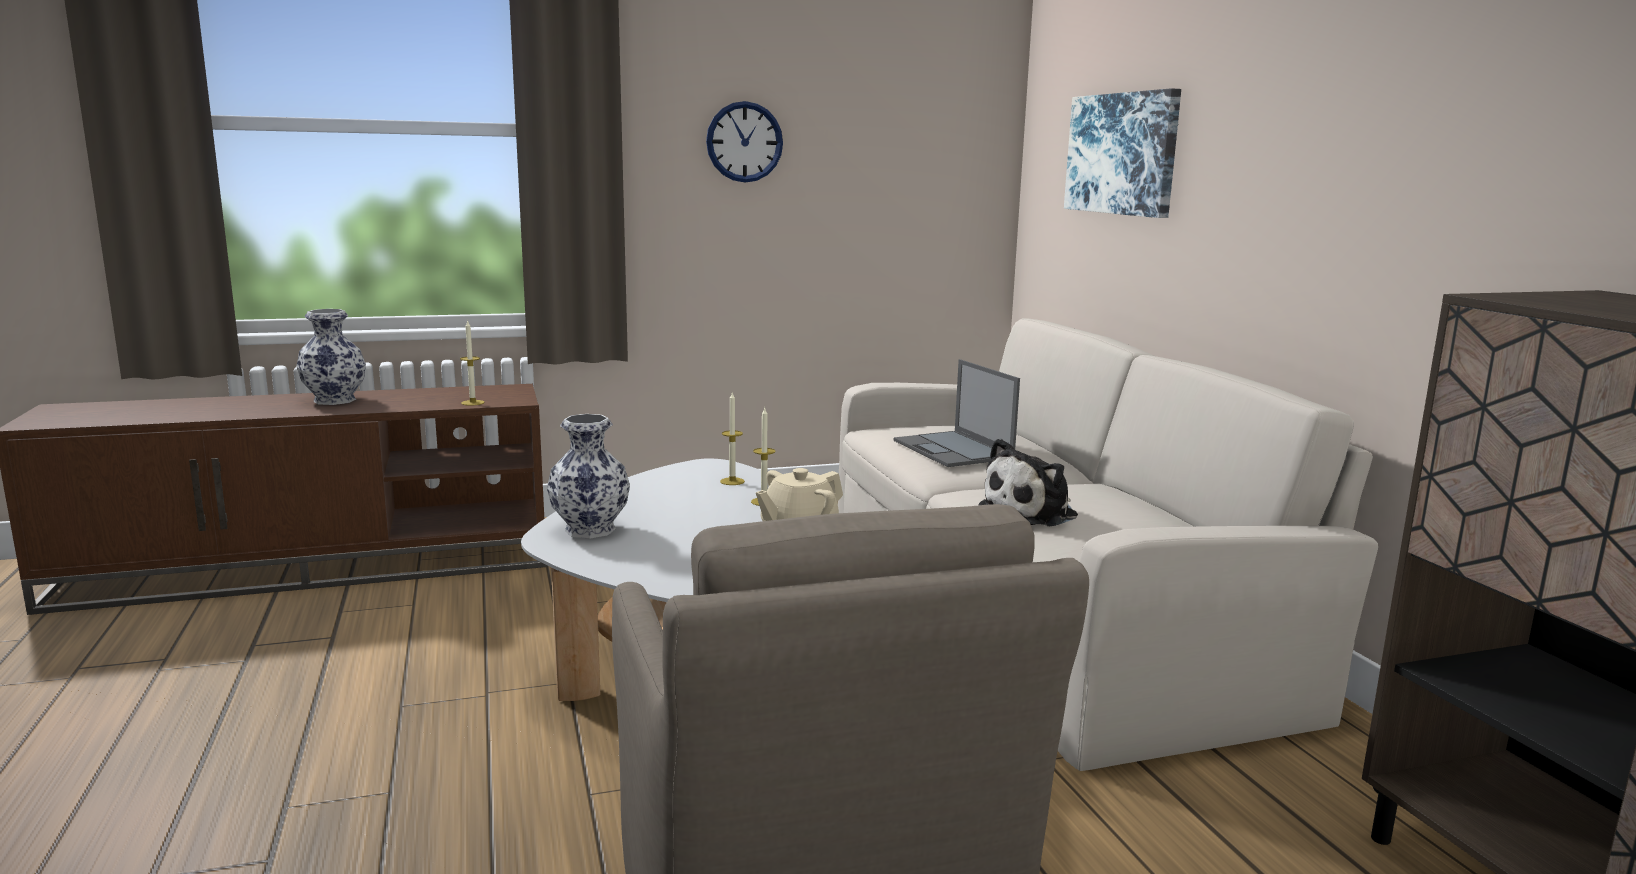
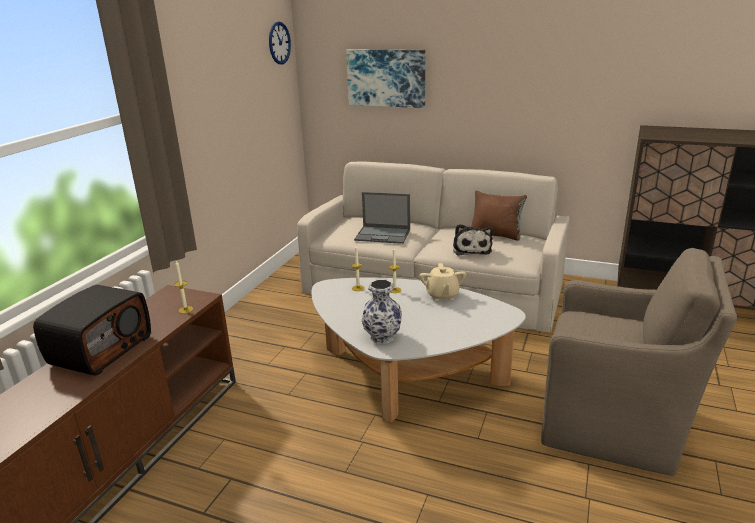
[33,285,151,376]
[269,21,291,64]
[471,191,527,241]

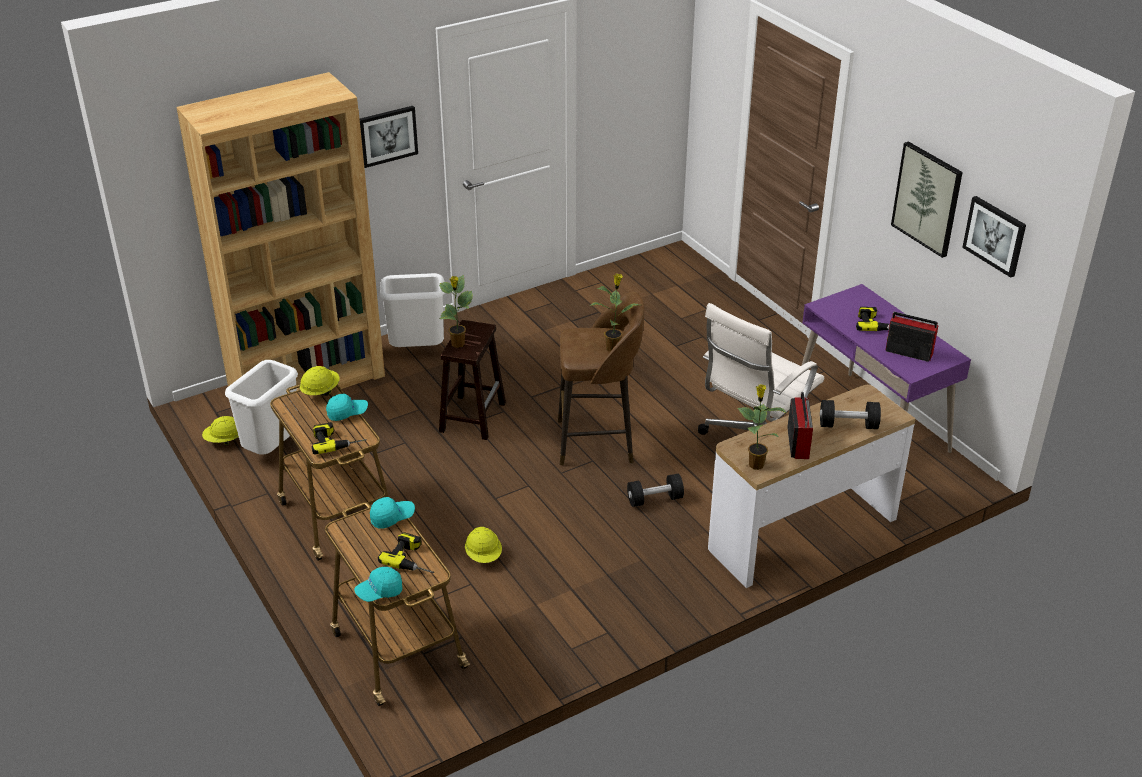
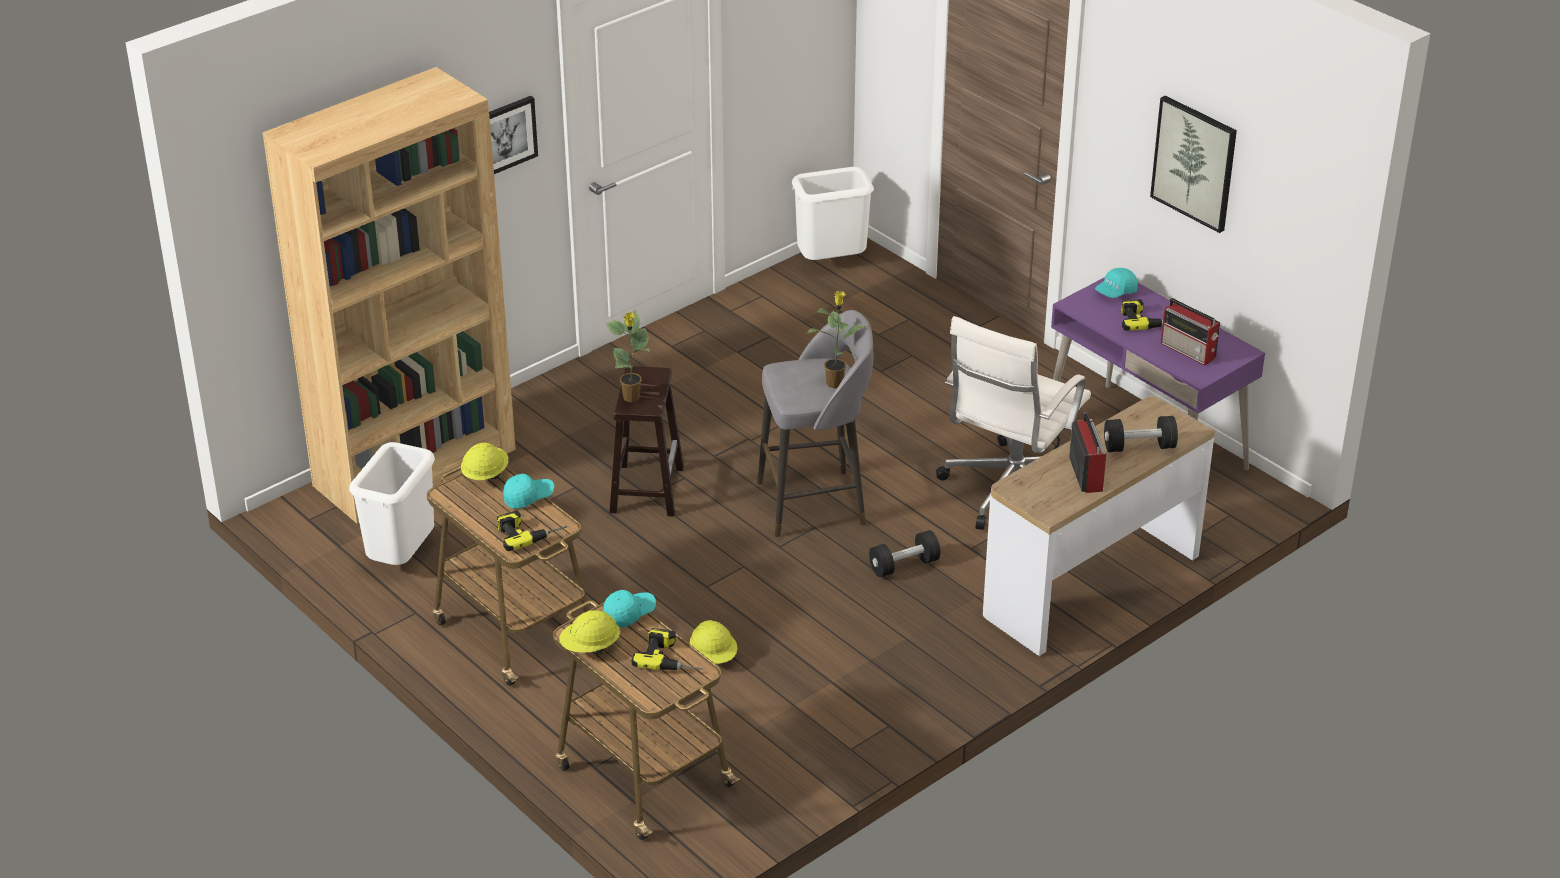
[559,610,620,655]
[1095,268,1137,298]
[792,167,874,260]
[757,310,873,537]
[738,384,787,470] (first image)
[1161,298,1220,366]
[962,196,1026,278] (first image)

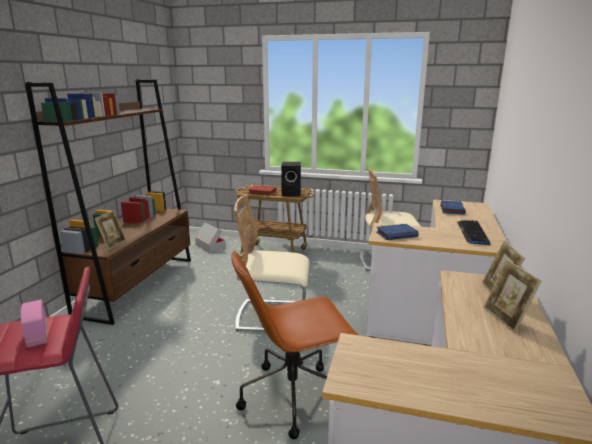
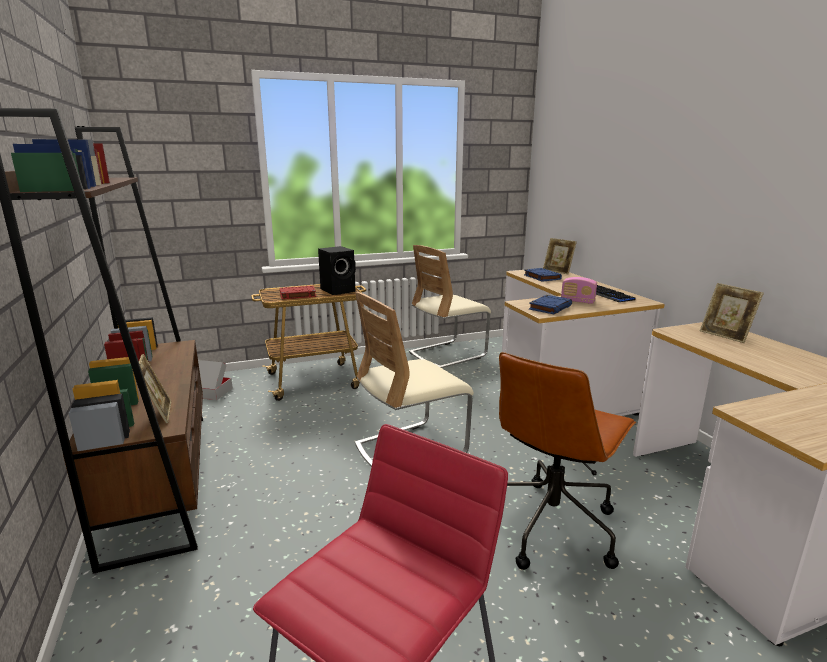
[561,277,597,304]
[543,238,577,274]

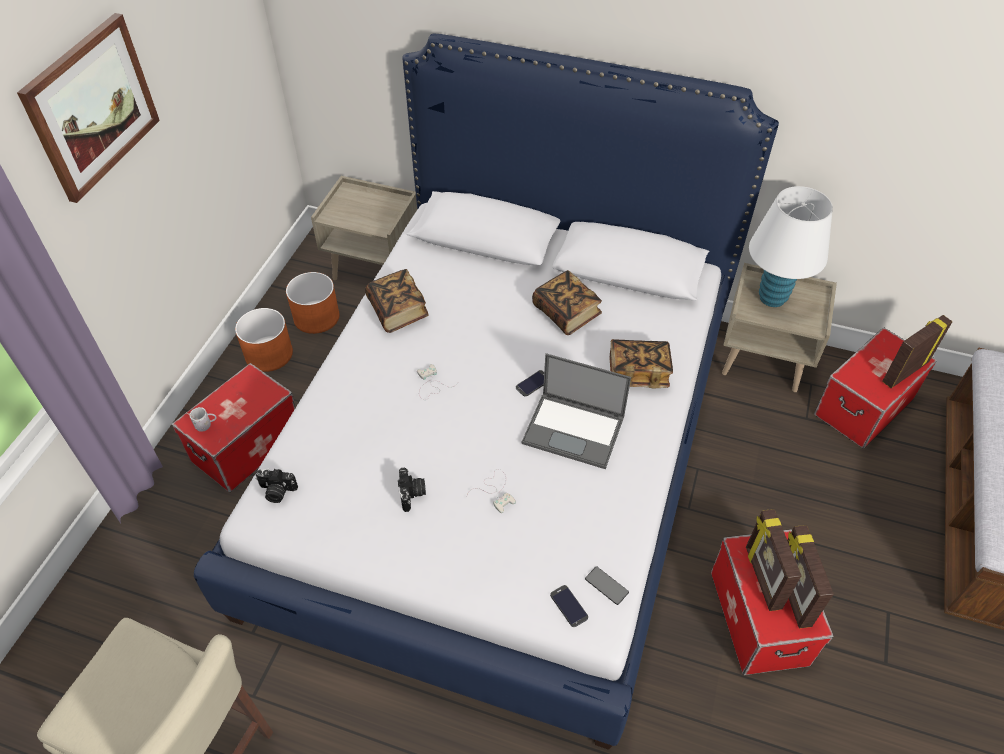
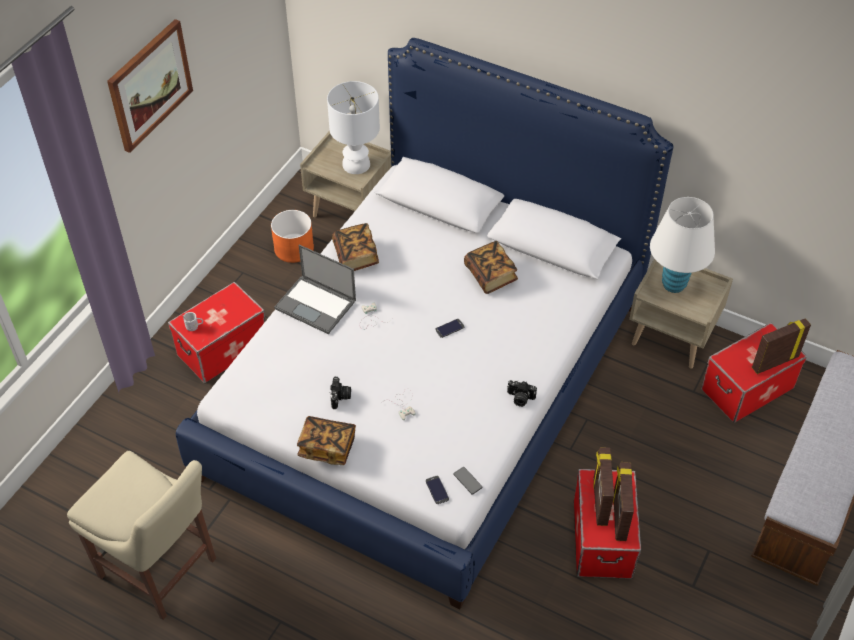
[235,308,293,372] (first image)
[507,380,537,407]
[274,245,356,334]
[297,416,356,465]
[327,81,380,174]

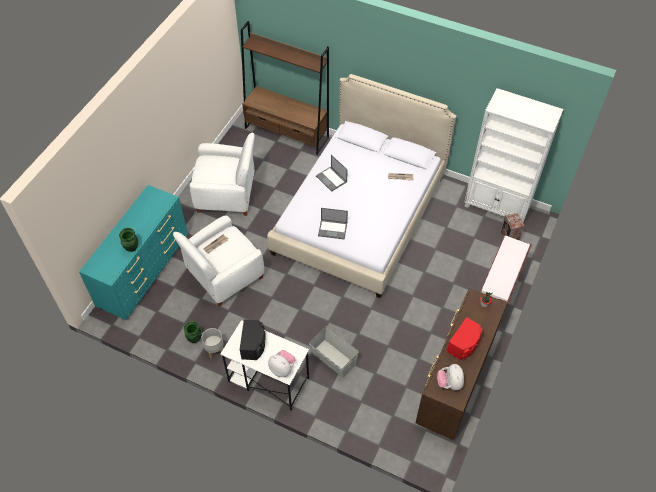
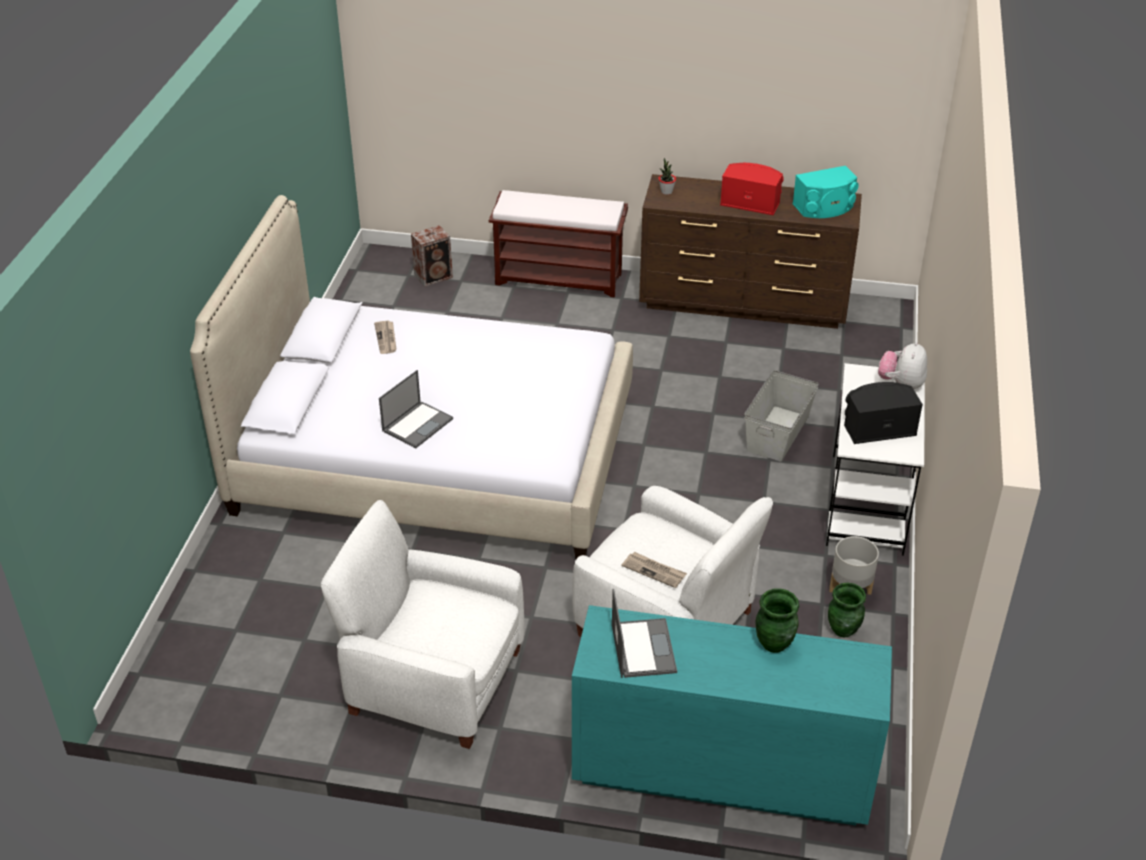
[320,500,525,749]
[241,21,329,155] (first image)
[612,589,677,678]
[793,166,859,218]
[464,88,563,222] (first image)

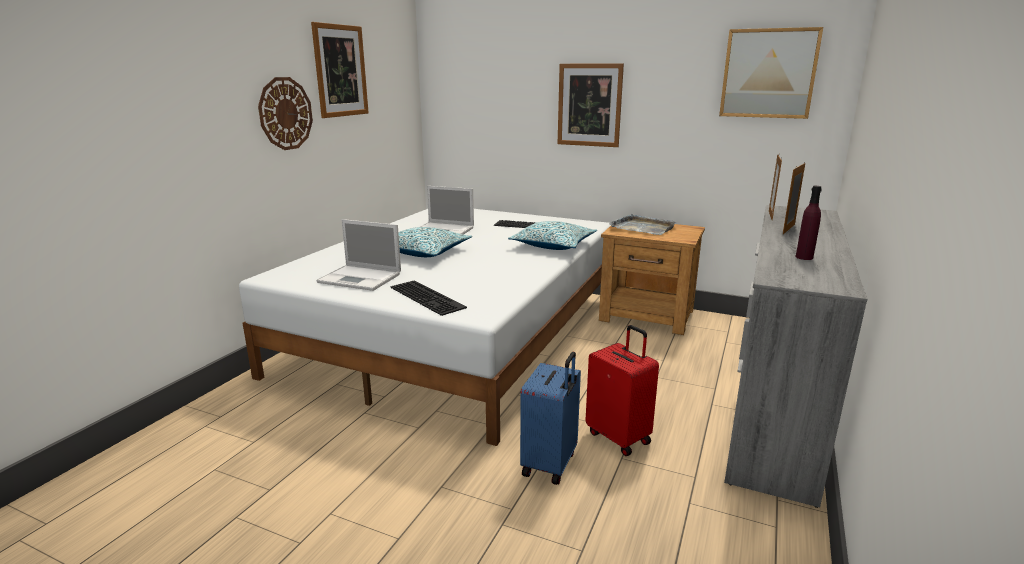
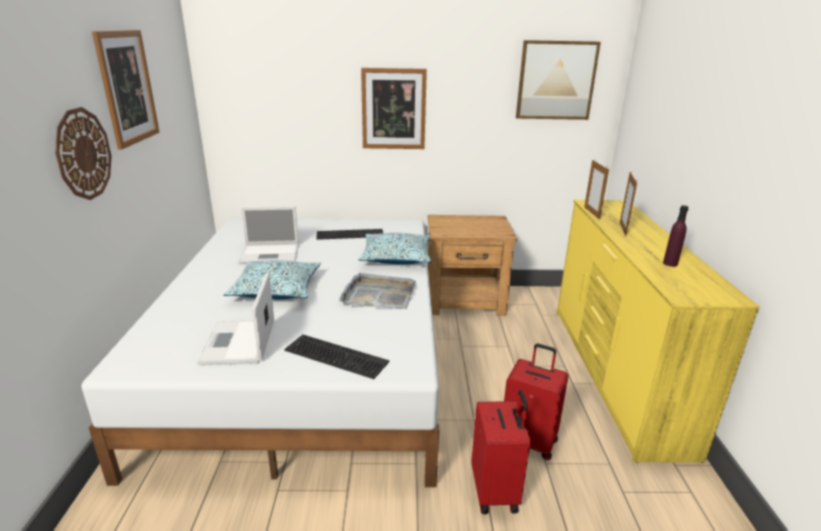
[197,273,274,365]
[471,390,530,514]
[339,273,416,309]
[557,200,760,463]

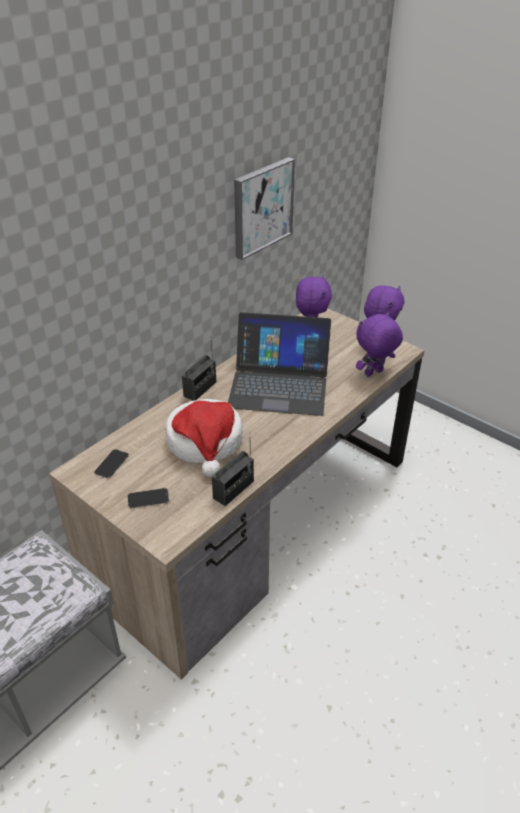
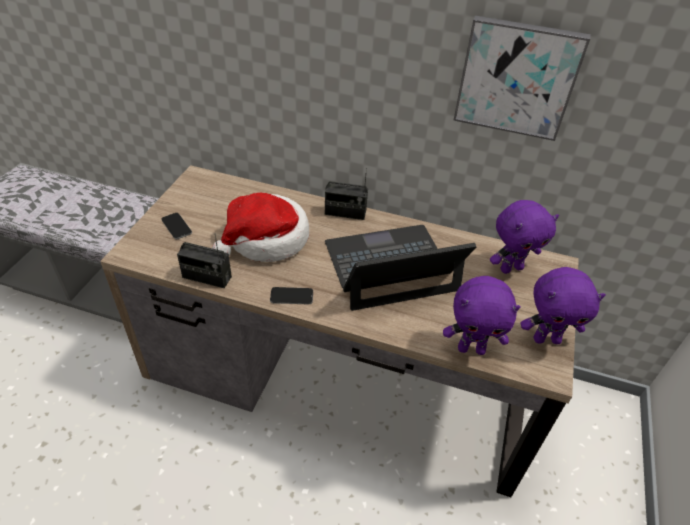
[270,287,313,304]
[325,225,476,311]
[443,276,521,355]

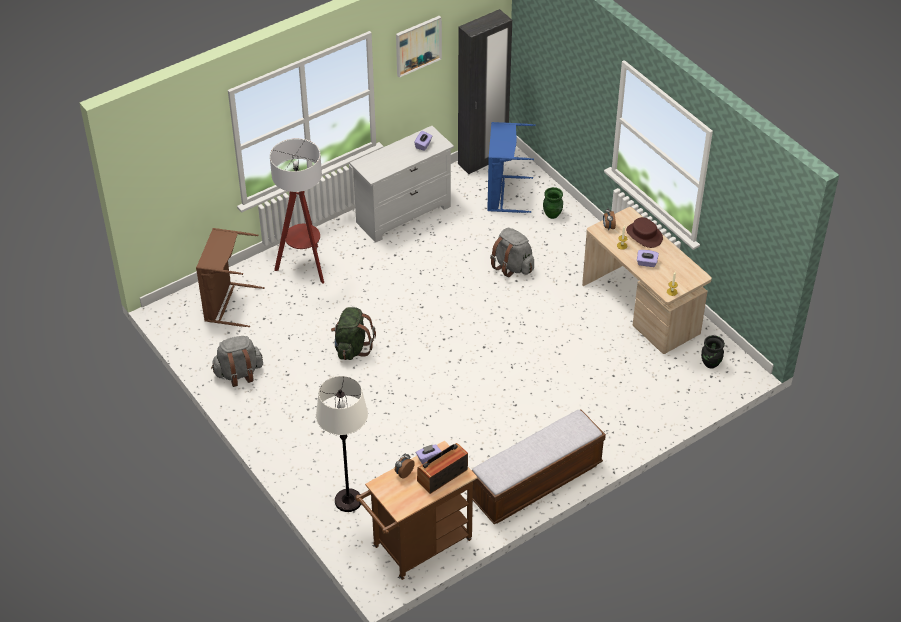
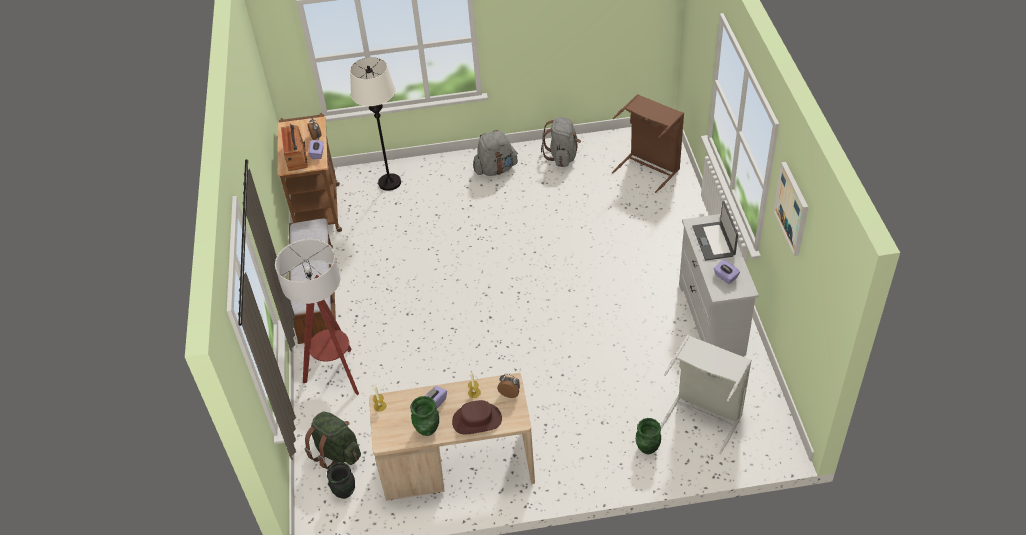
[275,239,359,395]
[305,411,361,469]
[458,9,512,174] (first image)
[661,335,752,454]
[473,130,518,176]
[410,396,439,436]
[693,201,738,261]

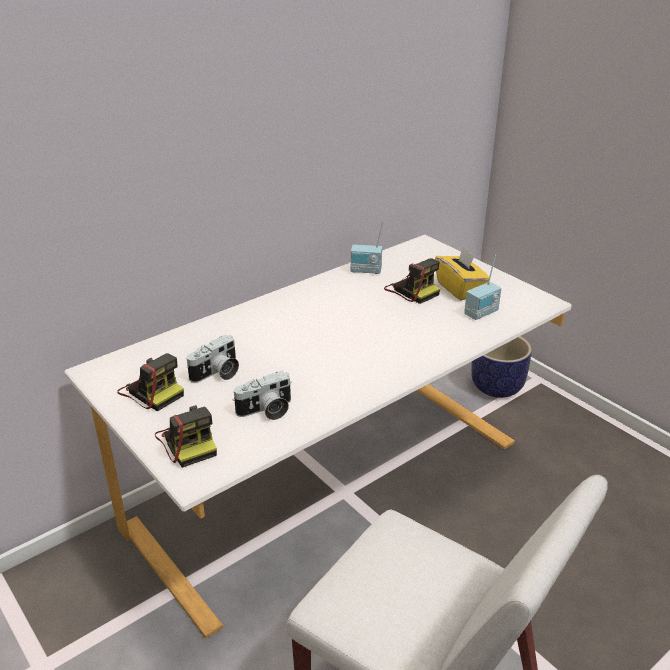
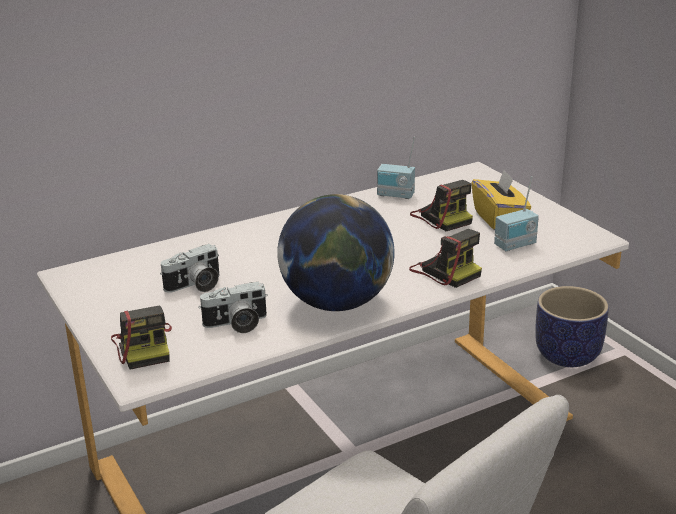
[409,229,482,288]
[277,194,395,311]

